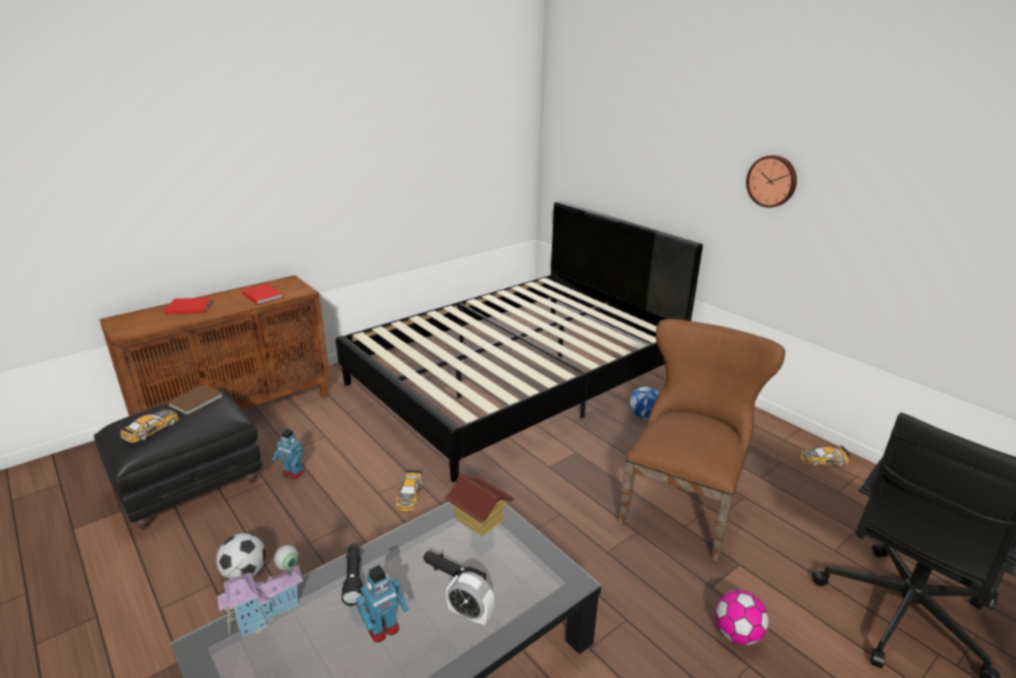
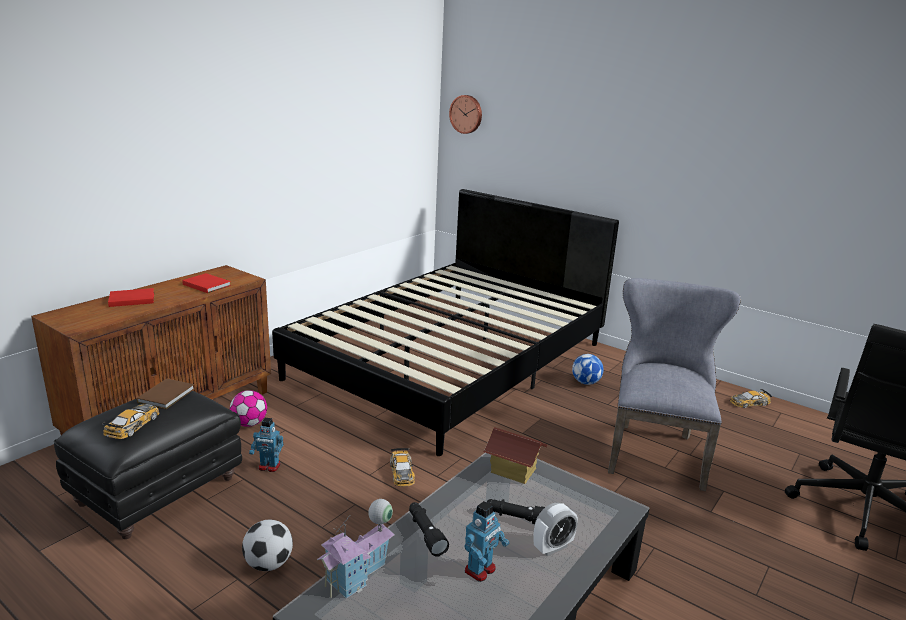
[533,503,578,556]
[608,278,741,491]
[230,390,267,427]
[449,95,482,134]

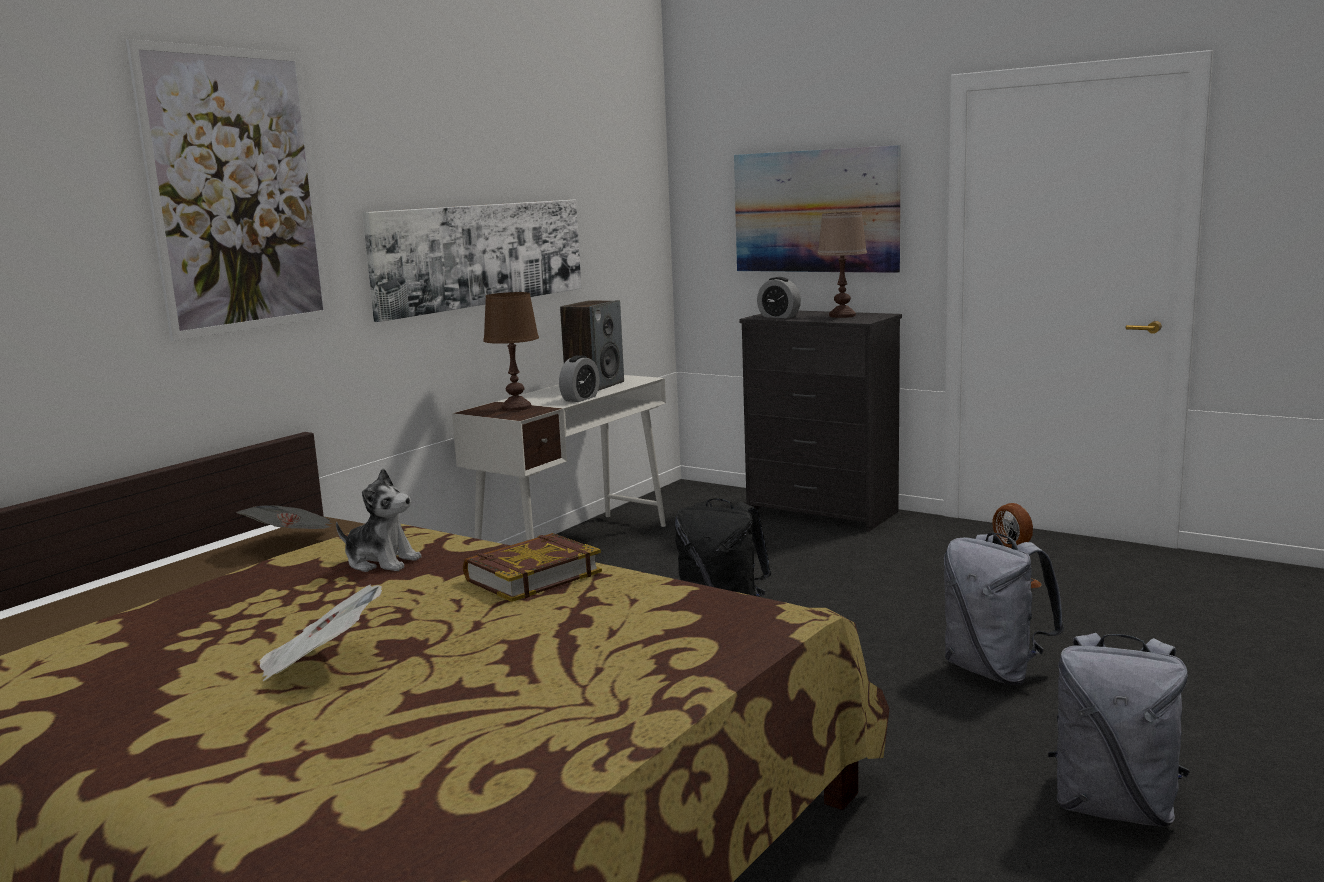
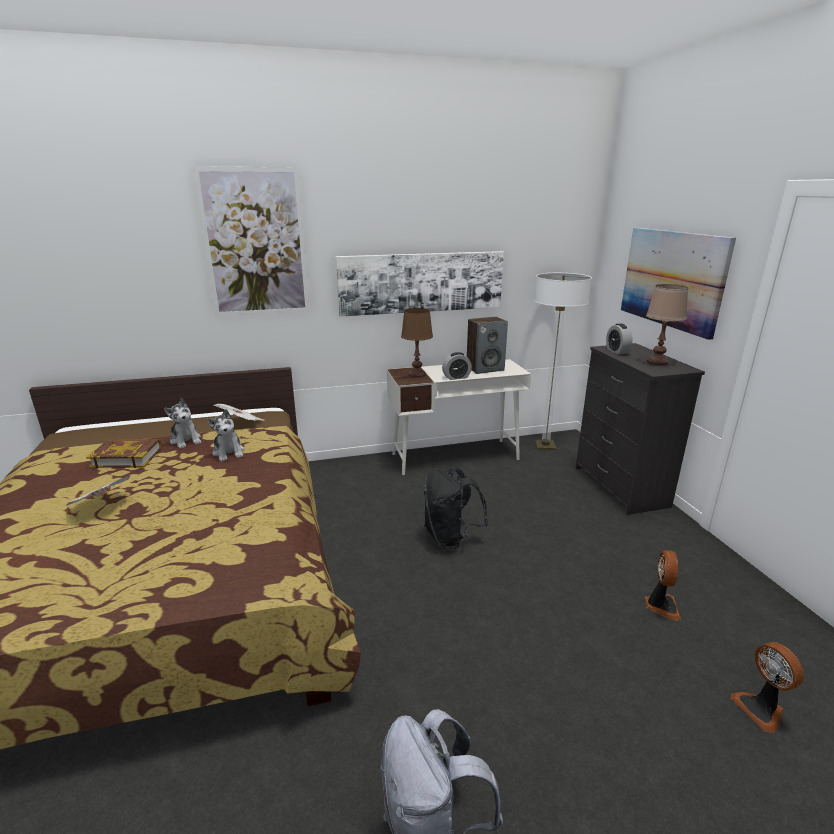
[86,439,162,468]
[944,533,1065,685] (first image)
[164,398,201,449]
[534,273,592,450]
[731,642,804,733]

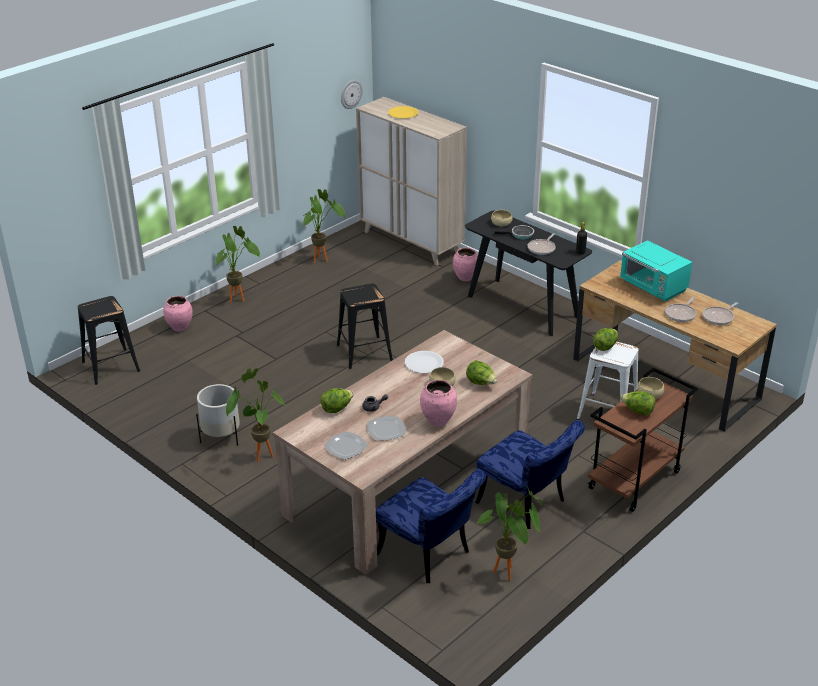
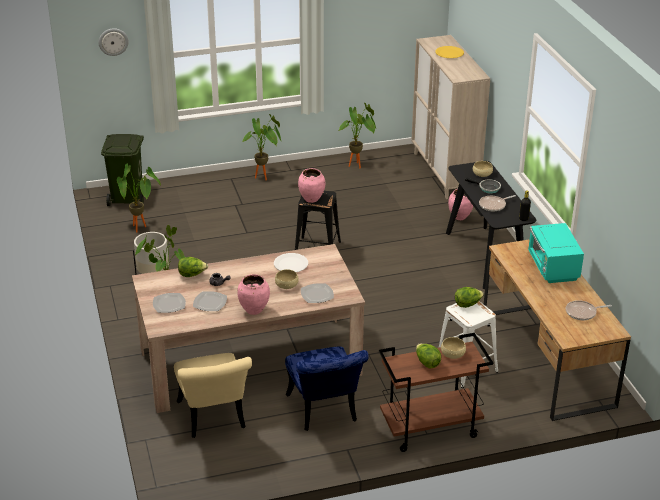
[101,134,144,206]
[298,168,325,203]
[99,28,129,56]
[174,353,252,438]
[301,283,334,303]
[116,164,161,232]
[665,297,696,322] (first image)

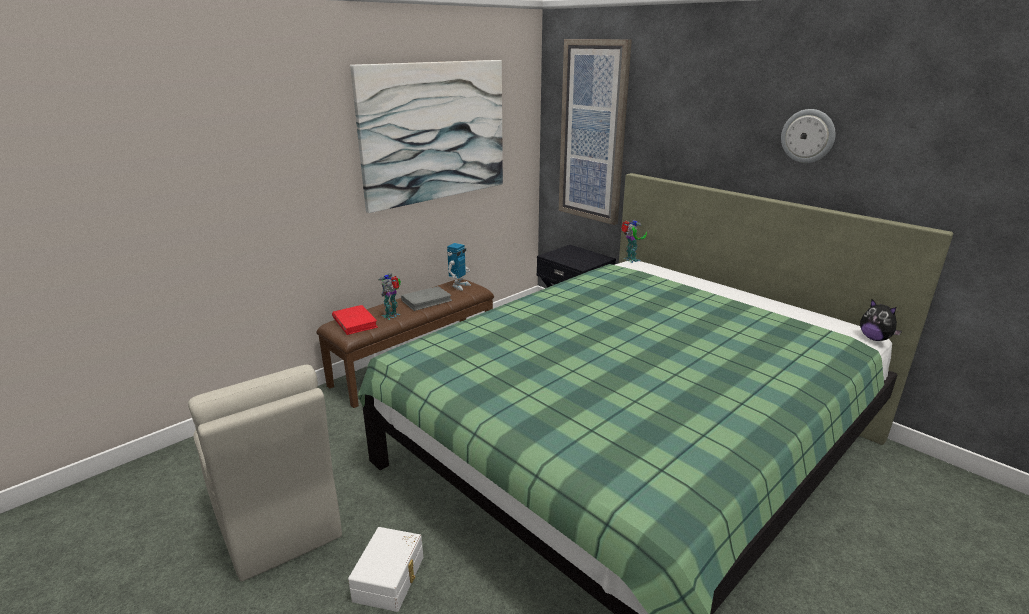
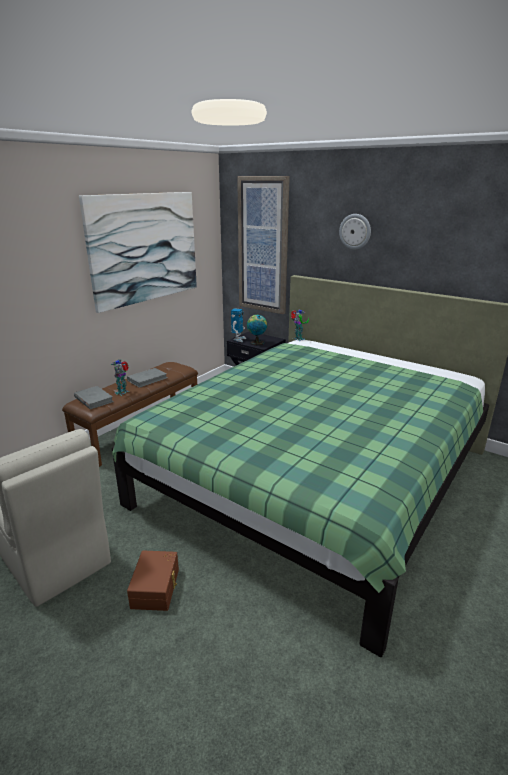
[74,386,114,409]
[127,550,179,611]
[231,308,246,342]
[339,214,371,250]
[860,300,902,341] (first image)
[247,315,267,345]

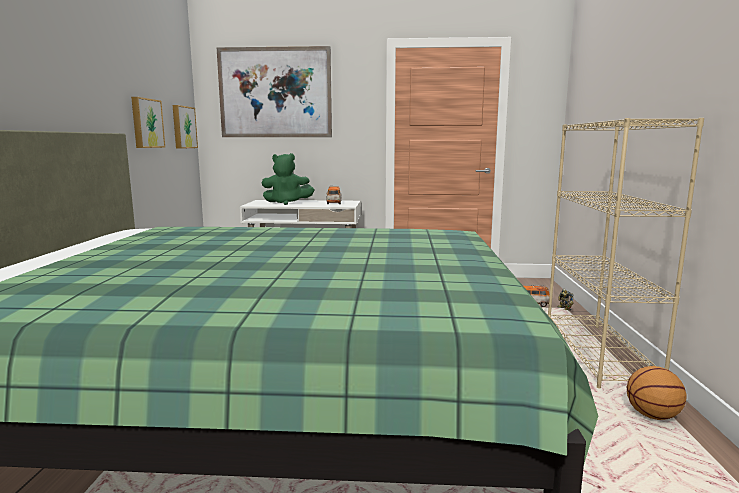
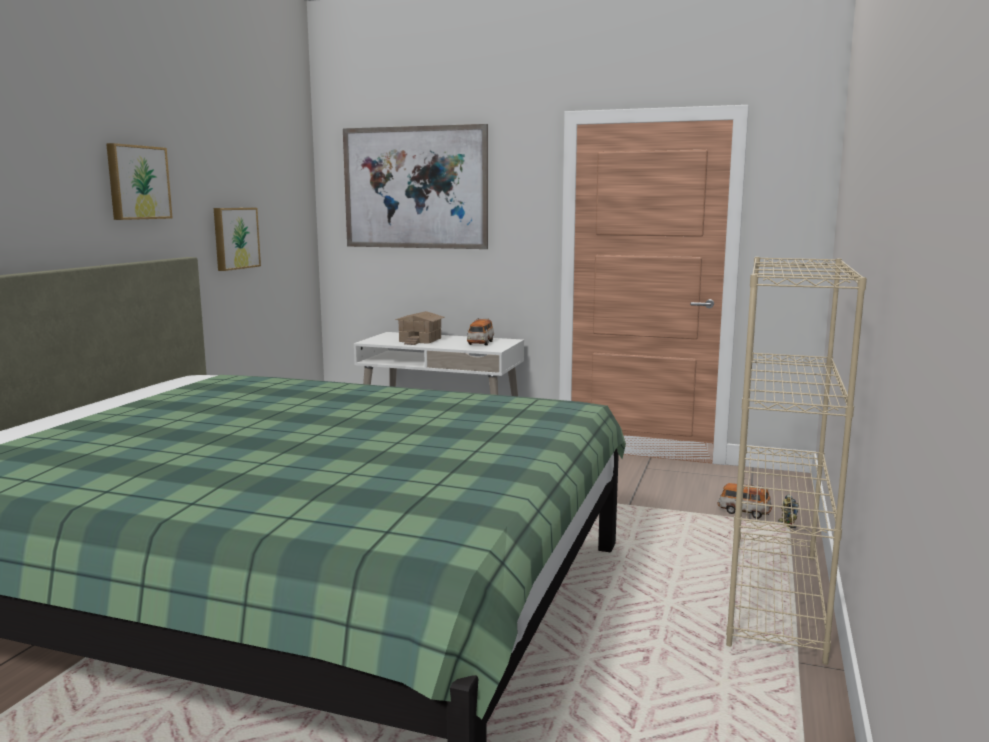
[106,143,172,220]
[395,311,445,345]
[627,366,687,420] (first image)

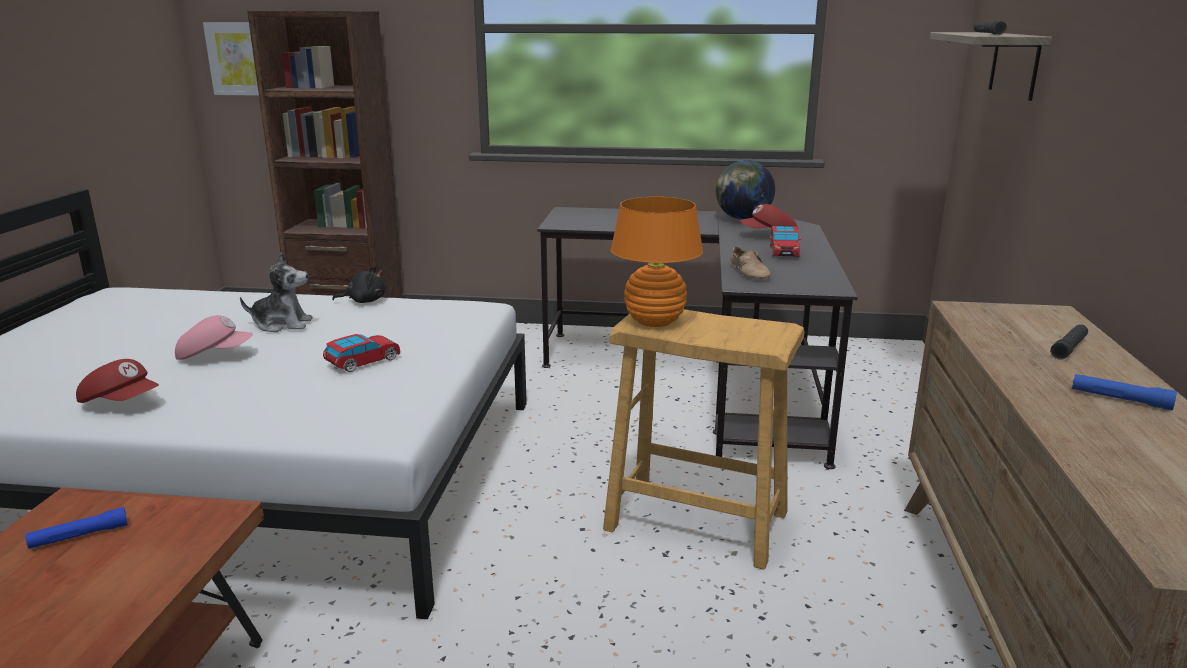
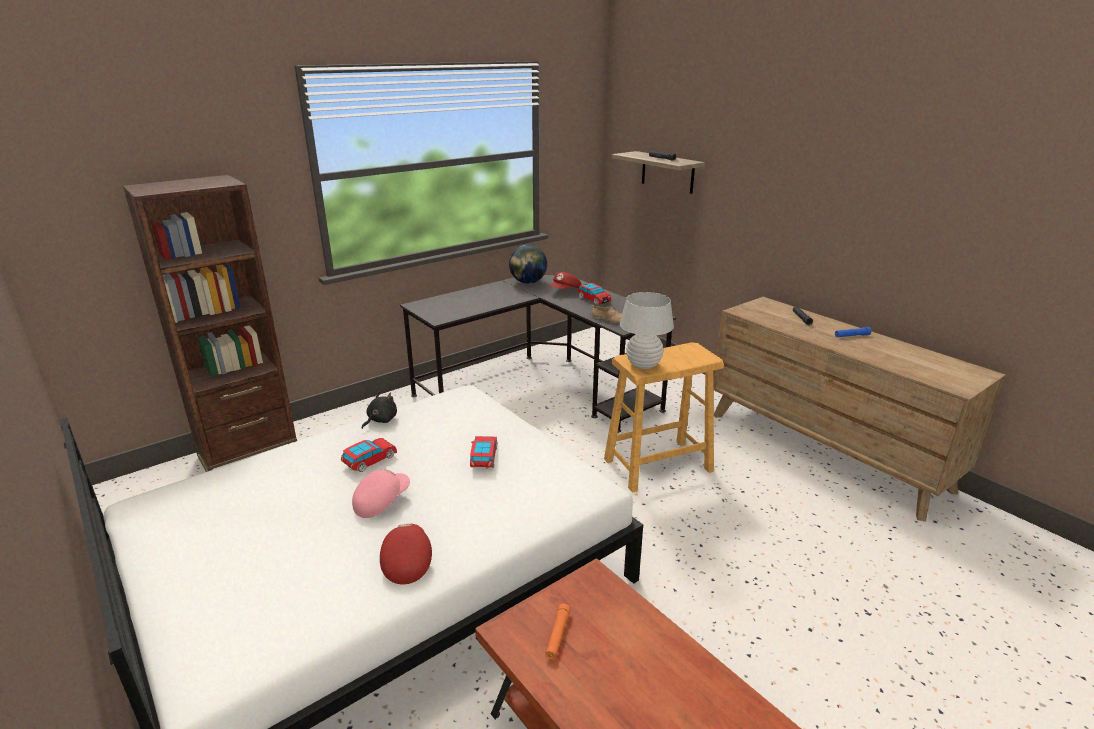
[545,604,571,660]
[380,524,432,584]
[203,23,259,96] (first image)
[341,438,397,472]
[620,292,674,369]

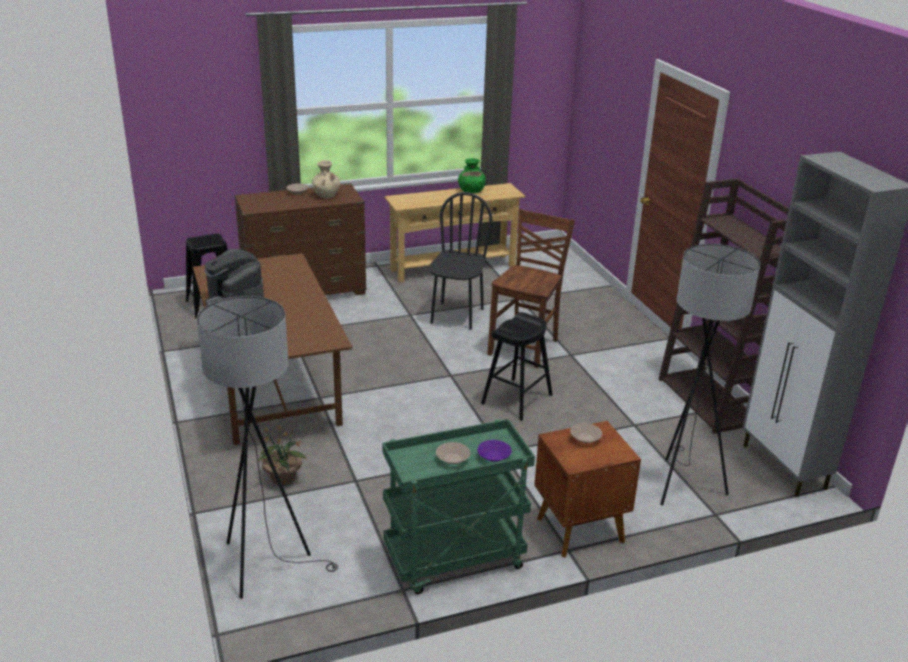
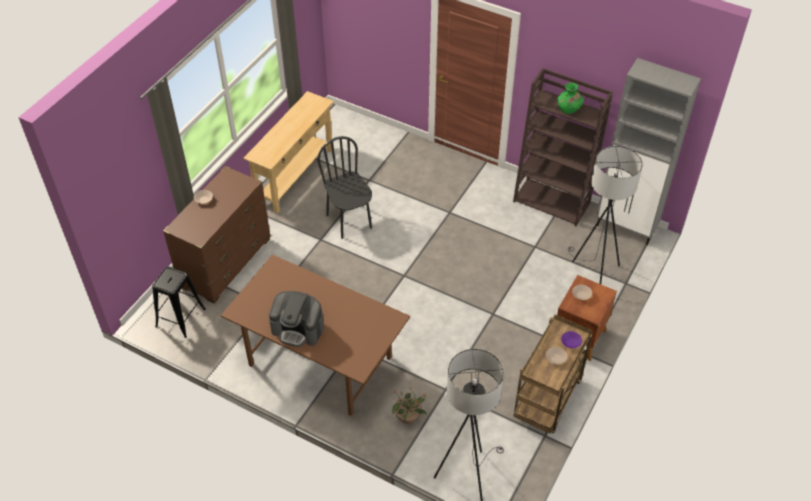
[312,160,340,199] (first image)
[514,315,593,434]
[557,83,584,114]
[481,312,553,420] (first image)
[487,209,575,368] (first image)

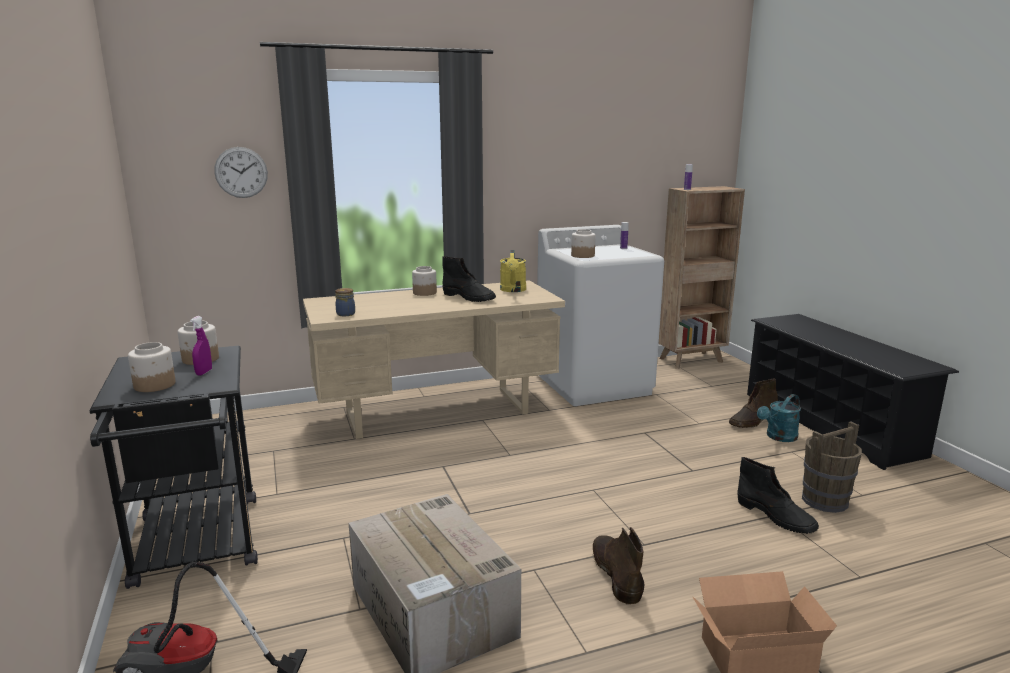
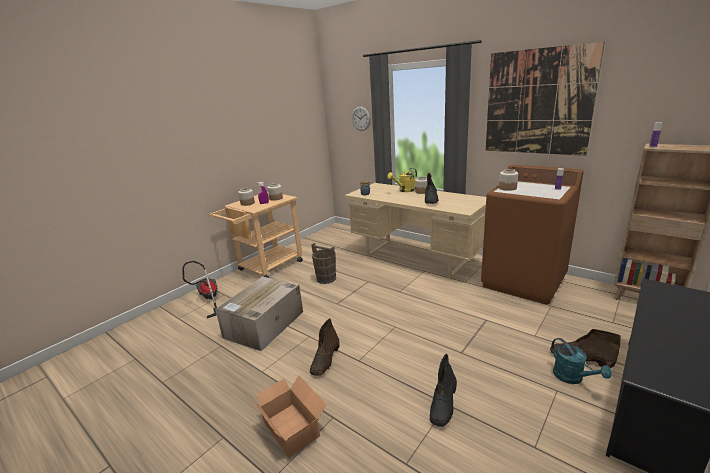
[210,192,303,278]
[387,168,417,192]
[481,165,584,304]
[310,318,339,376]
[551,338,612,384]
[311,243,336,284]
[486,42,605,156]

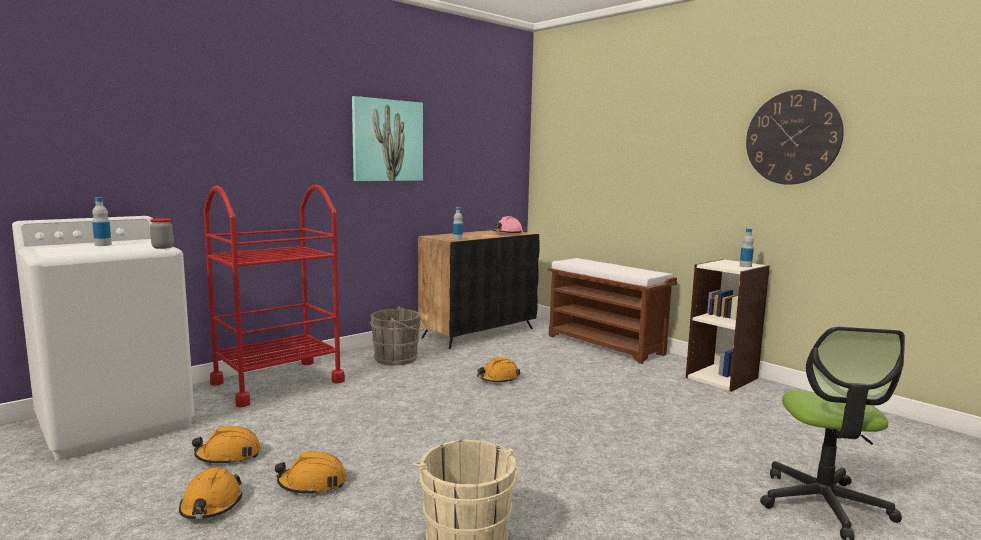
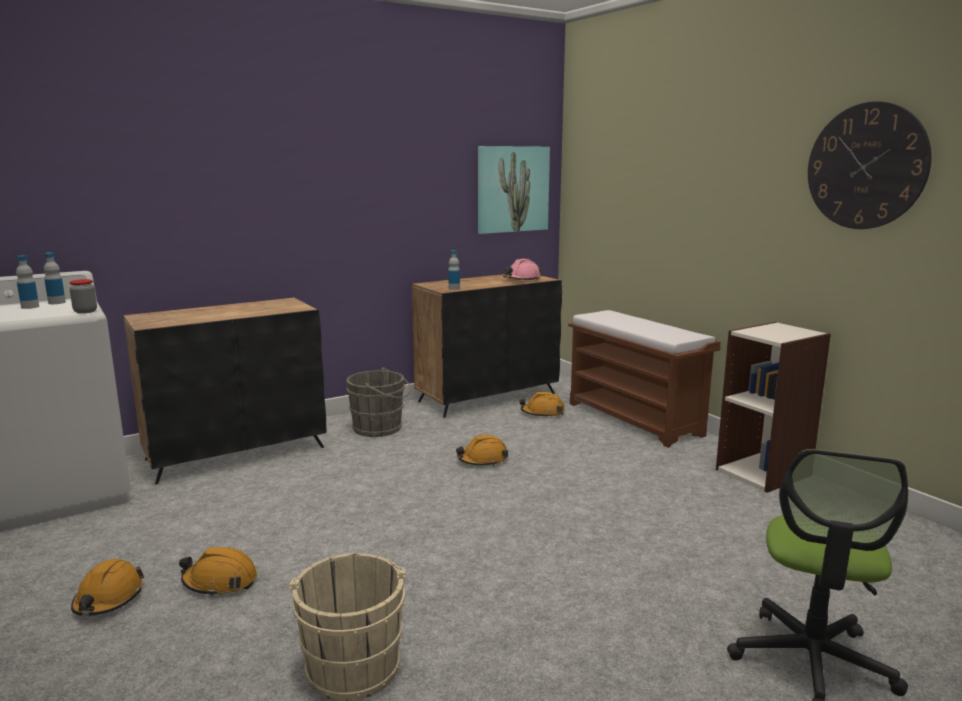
[519,392,565,418]
[124,298,326,484]
[478,146,550,234]
[44,252,66,304]

